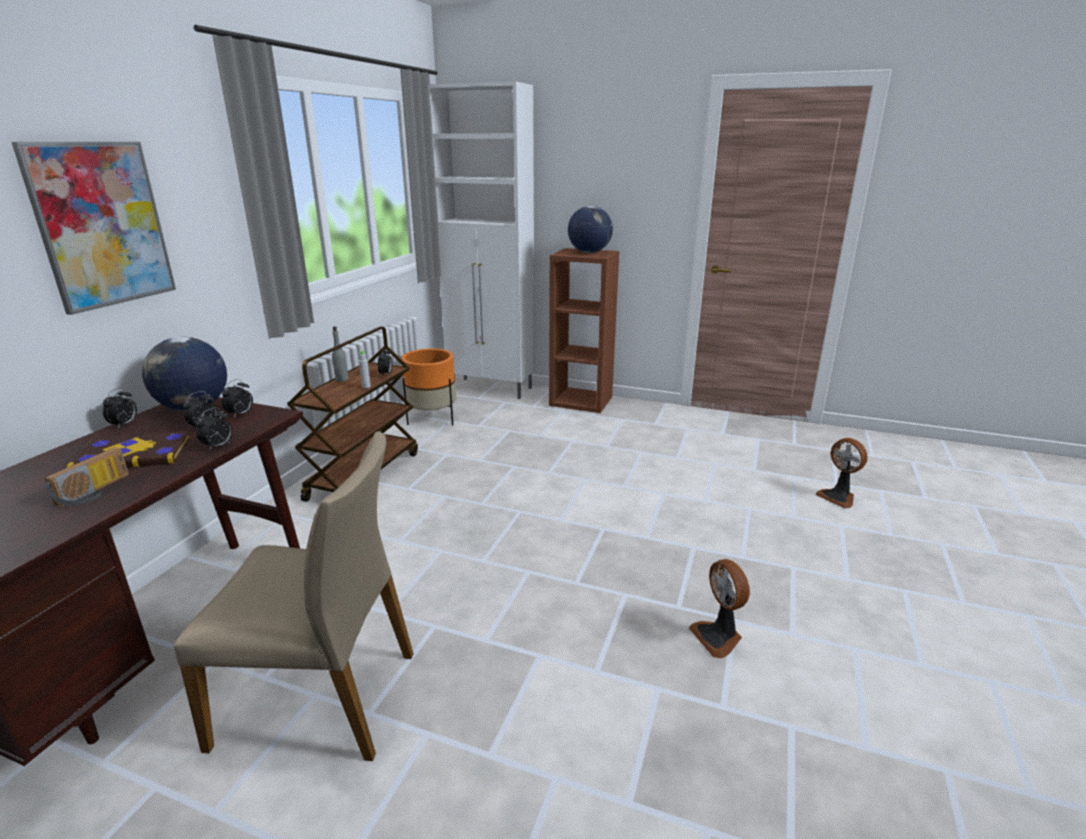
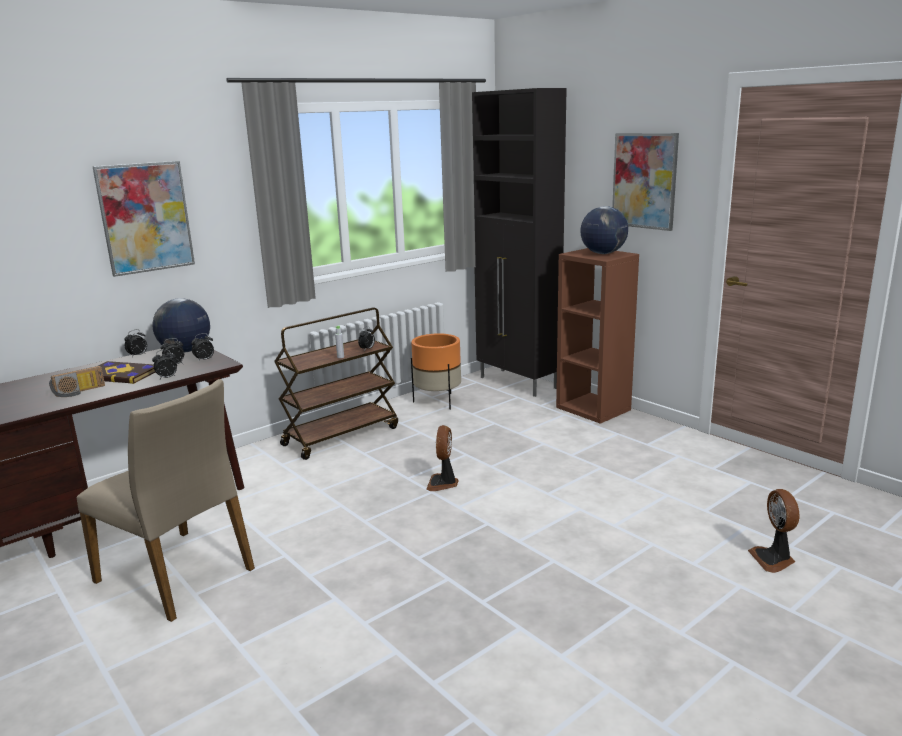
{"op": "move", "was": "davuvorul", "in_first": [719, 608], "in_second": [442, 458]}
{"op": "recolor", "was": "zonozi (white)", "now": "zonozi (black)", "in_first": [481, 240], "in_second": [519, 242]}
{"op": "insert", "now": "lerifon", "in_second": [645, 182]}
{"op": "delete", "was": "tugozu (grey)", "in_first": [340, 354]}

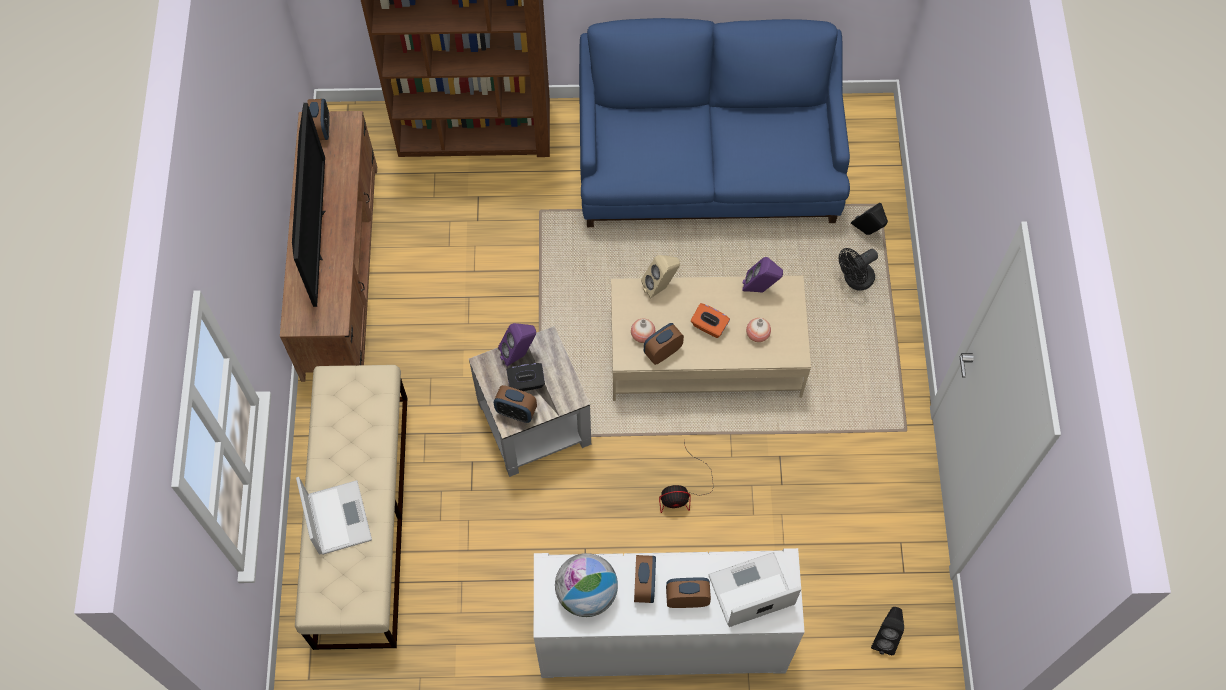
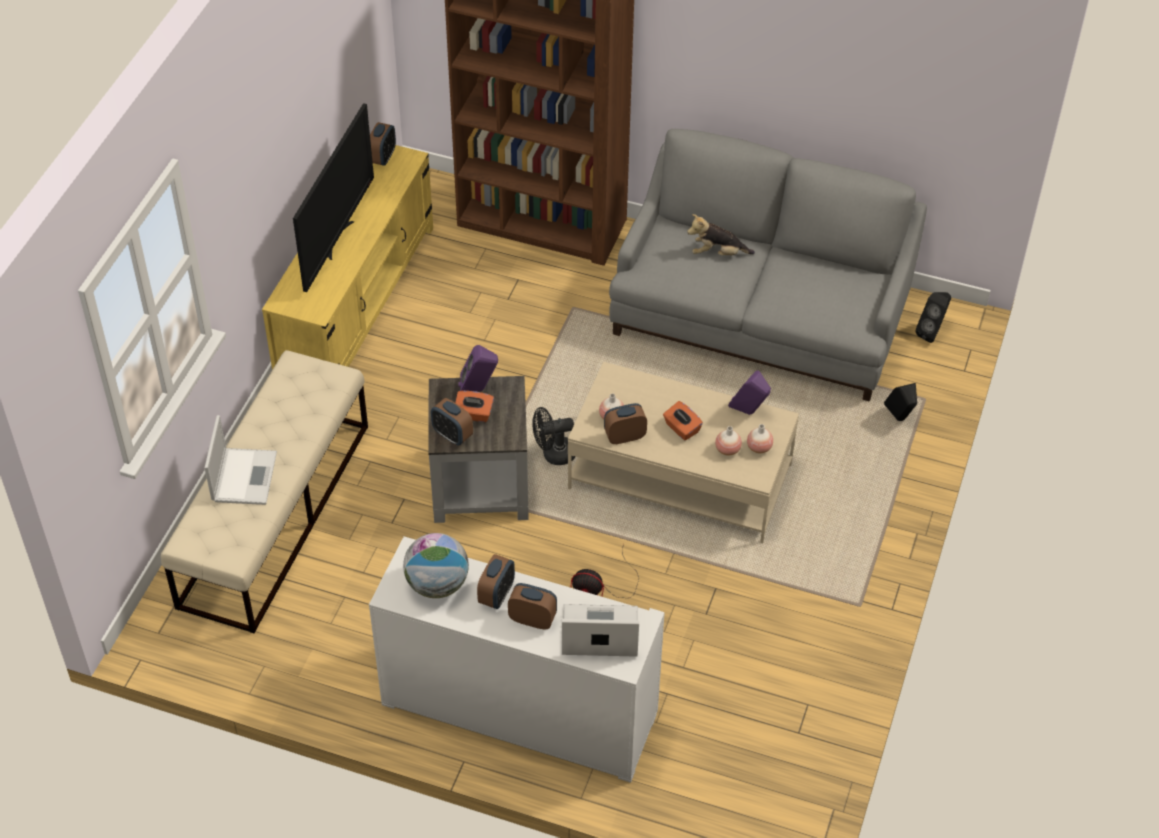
{"op": "recolor", "was": "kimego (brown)", "now": "kimego (yellow)", "in_first": [328, 246], "in_second": [347, 257]}
{"op": "recolor", "was": "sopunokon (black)", "now": "sopunokon (orange)", "in_first": [525, 377], "in_second": [474, 406]}
{"op": "move", "was": "davuvorul (black)", "in_first": [858, 269], "in_second": [553, 436]}
{"op": "recolor", "was": "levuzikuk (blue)", "now": "levuzikuk (grey)", "in_first": [714, 122], "in_second": [768, 265]}
{"op": "insert", "now": "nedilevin", "in_second": [721, 235]}
{"op": "insert", "now": "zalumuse", "in_second": [760, 438]}
{"op": "move", "was": "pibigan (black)", "in_first": [887, 631], "in_second": [933, 317]}
{"op": "delete", "was": "pibigan (beige)", "in_first": [660, 277]}

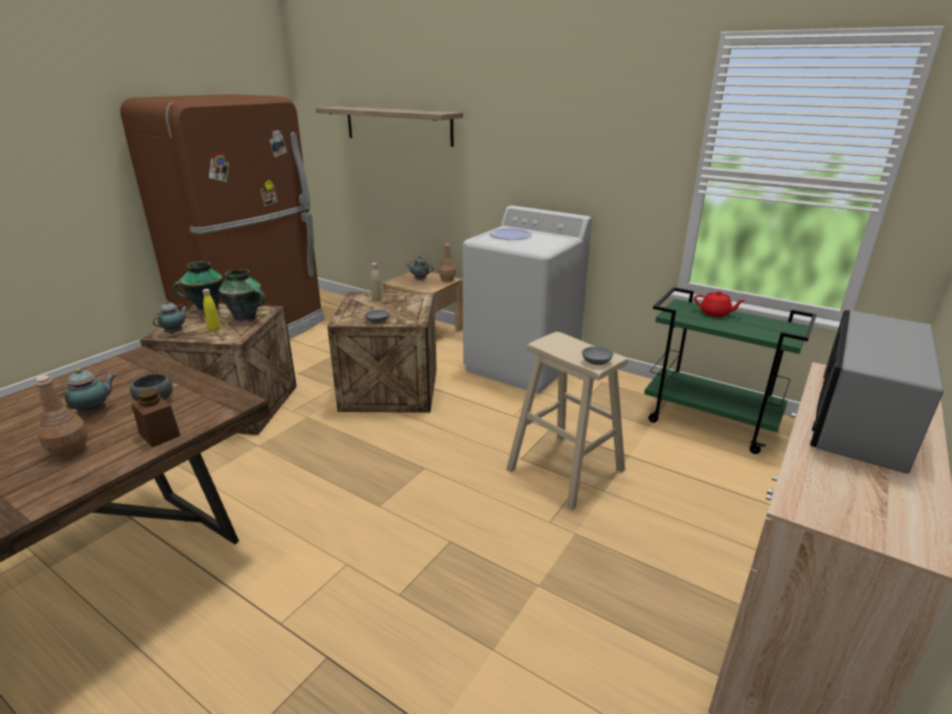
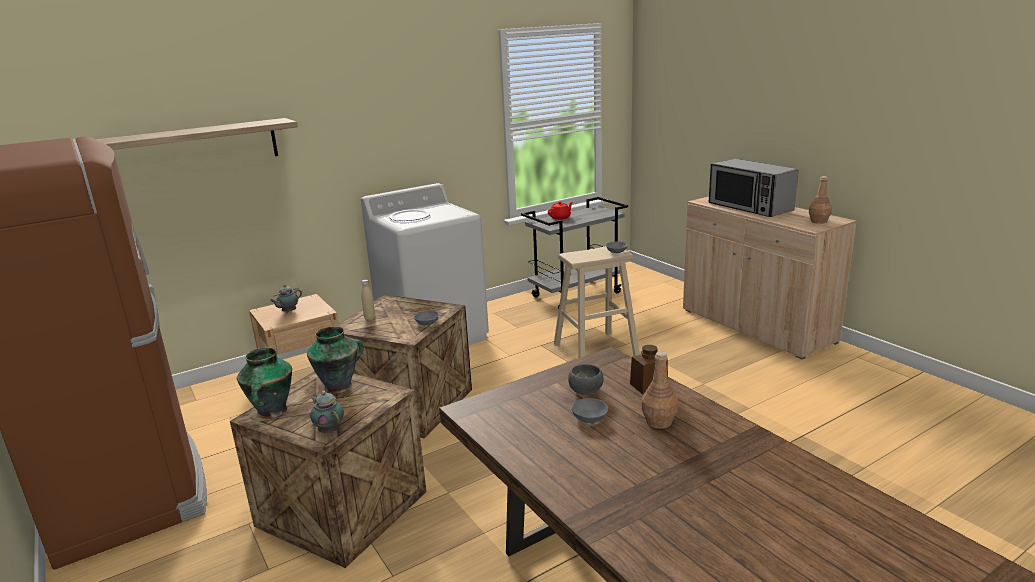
{"op": "recolor", "was": "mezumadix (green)", "now": "mezumadix (grey)", "in_first": [730, 370], "in_second": [574, 253]}
{"op": "replace", "was": "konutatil", "now": "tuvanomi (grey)", "in_first": [86, 392], "in_second": [589, 410]}
{"op": "move", "was": "tugozu (brown)", "in_first": [447, 262], "in_second": [820, 200]}
{"op": "delete", "was": "tugozu (yellow)", "in_first": [211, 310]}

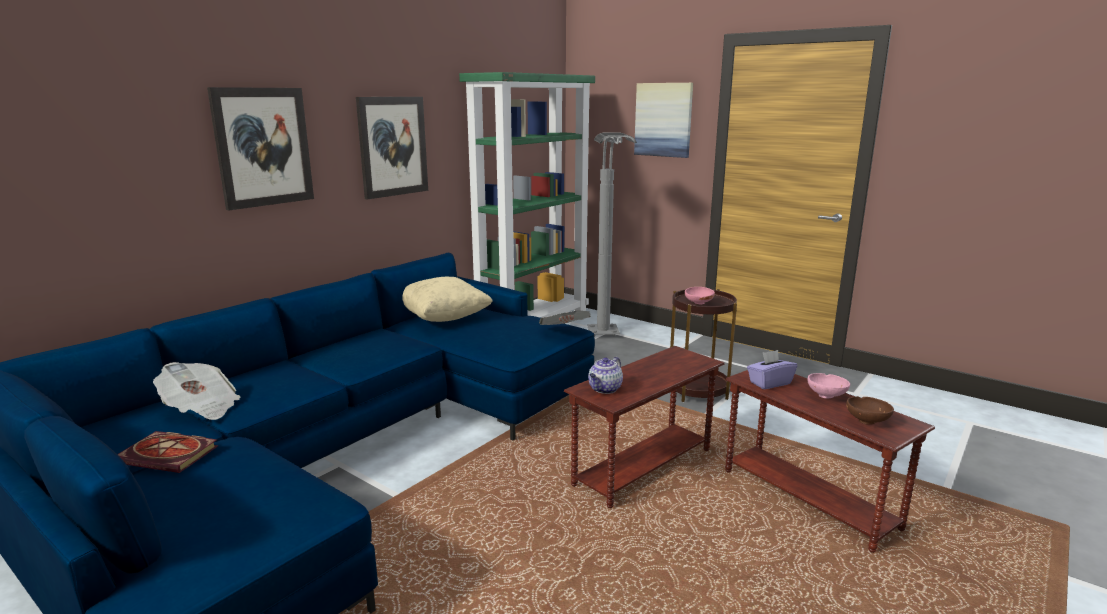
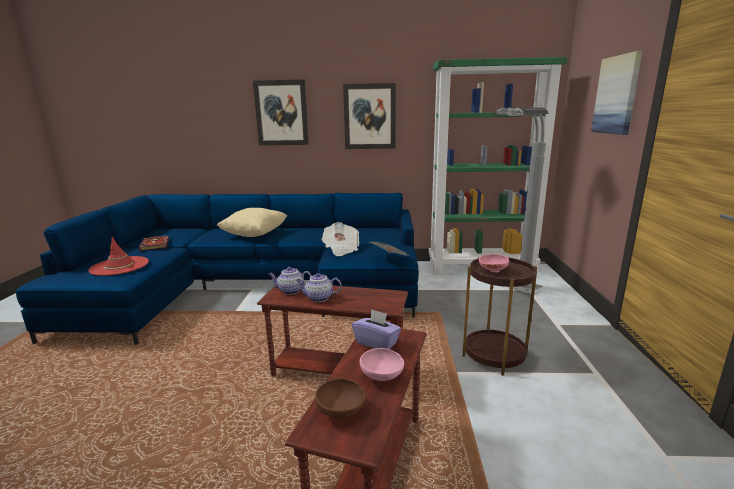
{"op": "insert", "now": "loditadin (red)", "in_second": [118, 256]}
{"op": "move", "was": "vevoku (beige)", "in_first": [447, 299], "in_second": [252, 222]}
{"op": "insert", "now": "konutatil", "in_second": [319, 287]}
{"op": "move", "was": "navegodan", "in_first": [196, 391], "in_second": [340, 239]}

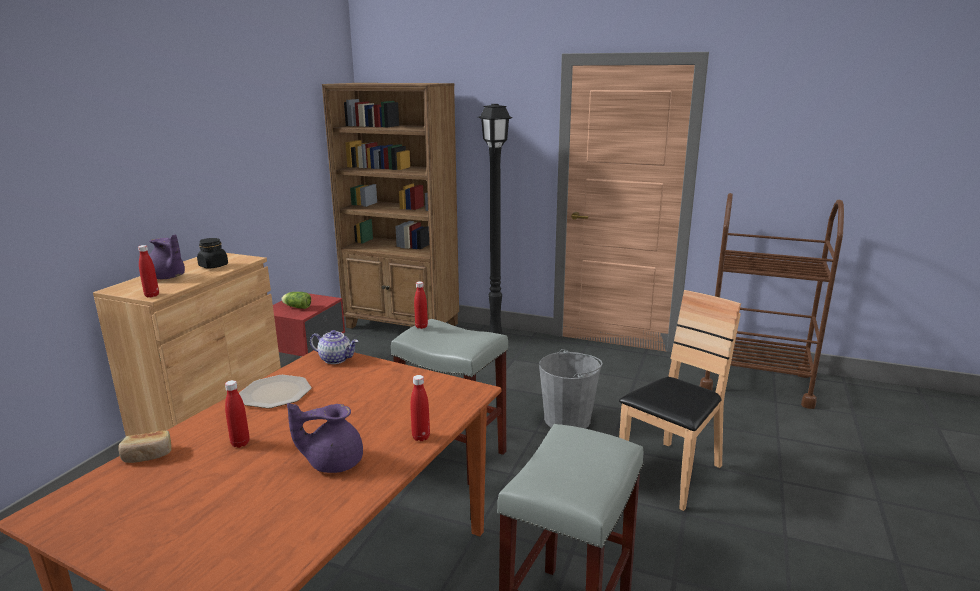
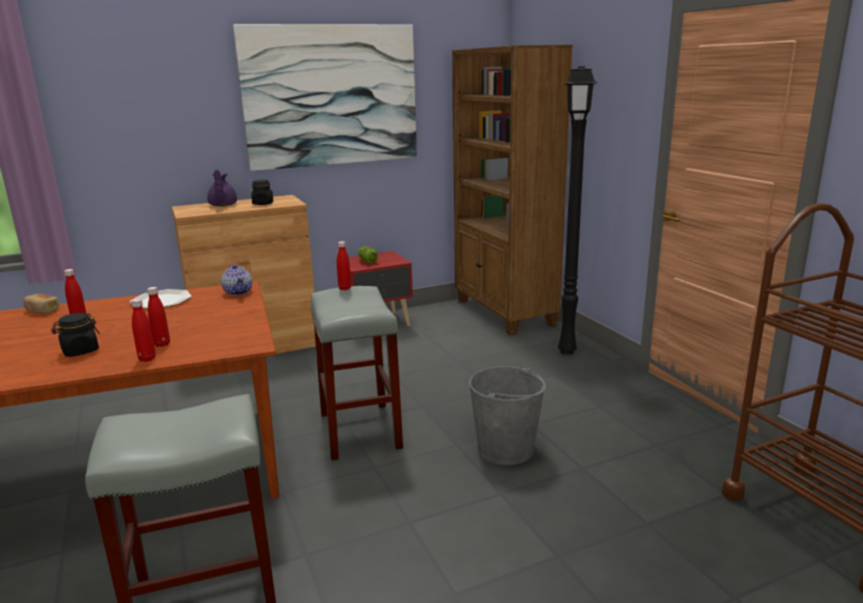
{"op": "replace", "was": "konutatil (purple)", "now": "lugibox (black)", "in_first": [325, 438], "in_second": [75, 335]}
{"op": "move", "was": "tugozu (red)", "in_first": [148, 271], "in_second": [158, 317]}
{"op": "insert", "now": "lerifon", "in_second": [325, 97]}
{"op": "delete", "was": "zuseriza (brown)", "in_first": [680, 400]}

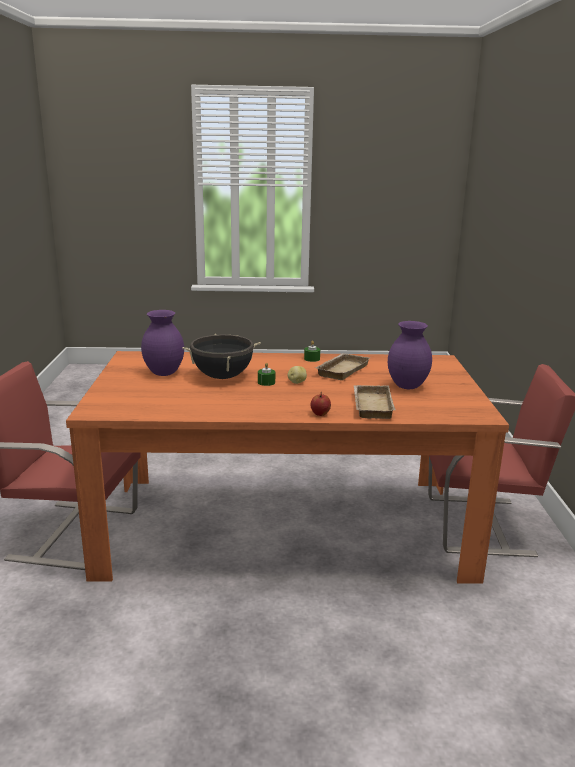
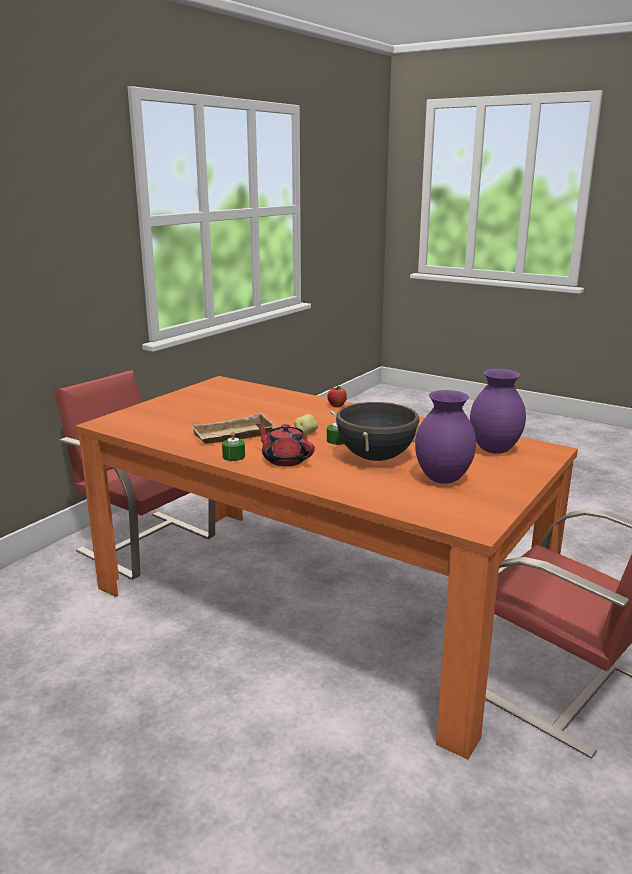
{"op": "insert", "now": "konutatil (red)", "in_second": [285, 445]}
{"op": "move", "was": "zalumuse (purple)", "in_first": [410, 355], "in_second": [498, 411]}
{"op": "delete", "was": "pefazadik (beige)", "in_first": [375, 402]}

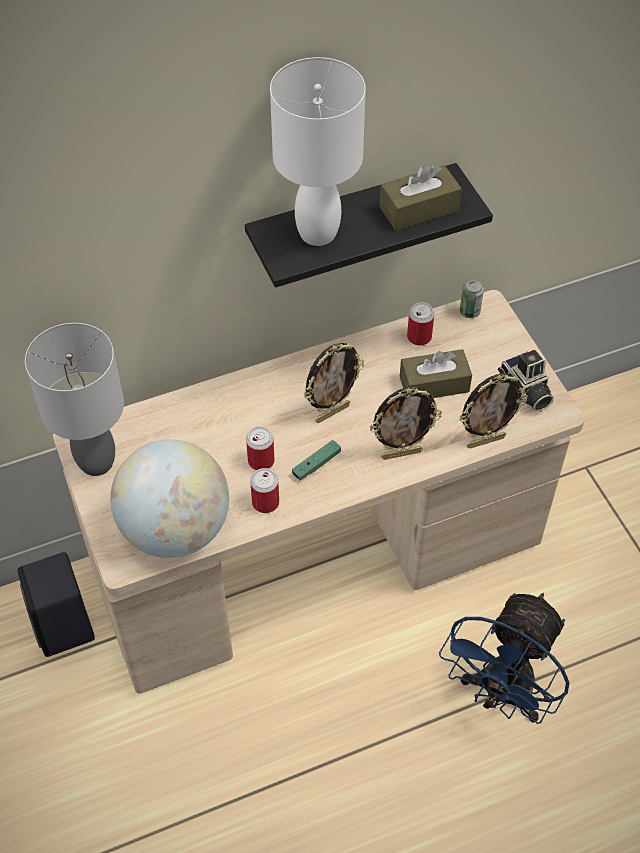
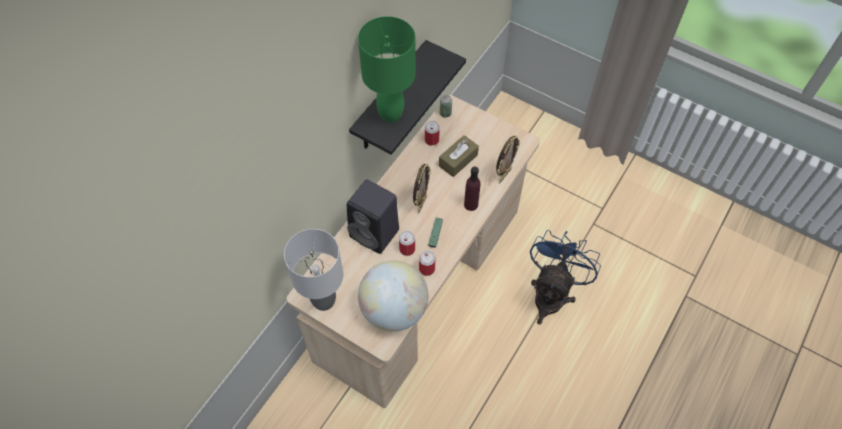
{"op": "move", "was": "pibigan (black)", "in_first": [56, 604], "in_second": [373, 217]}
{"op": "recolor", "was": "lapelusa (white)", "now": "lapelusa (green)", "in_first": [318, 151], "in_second": [387, 69]}
{"op": "replace", "was": "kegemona", "now": "tugozu (purple)", "in_first": [406, 423], "in_second": [472, 188]}
{"op": "rotate", "was": "davuvorul (blue)", "in_first": [504, 658], "in_second": [565, 277], "clockwise": -150}
{"op": "delete", "was": "sopunokon (brown)", "in_first": [421, 197]}
{"op": "delete", "was": "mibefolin", "in_first": [526, 381]}

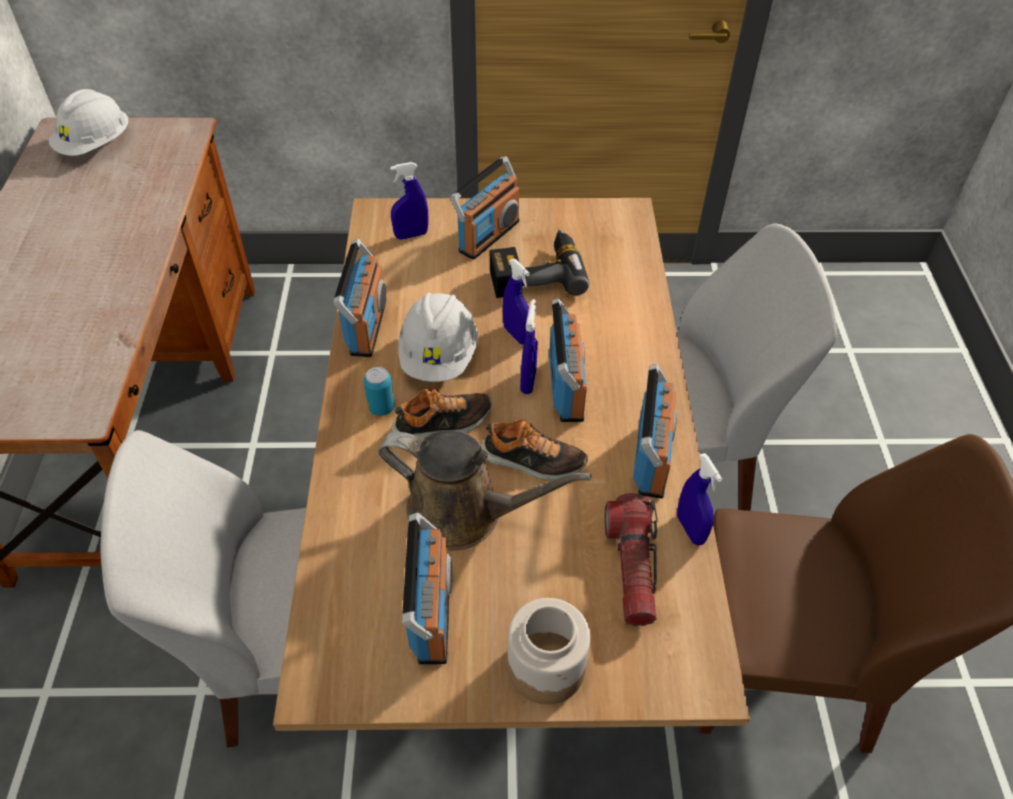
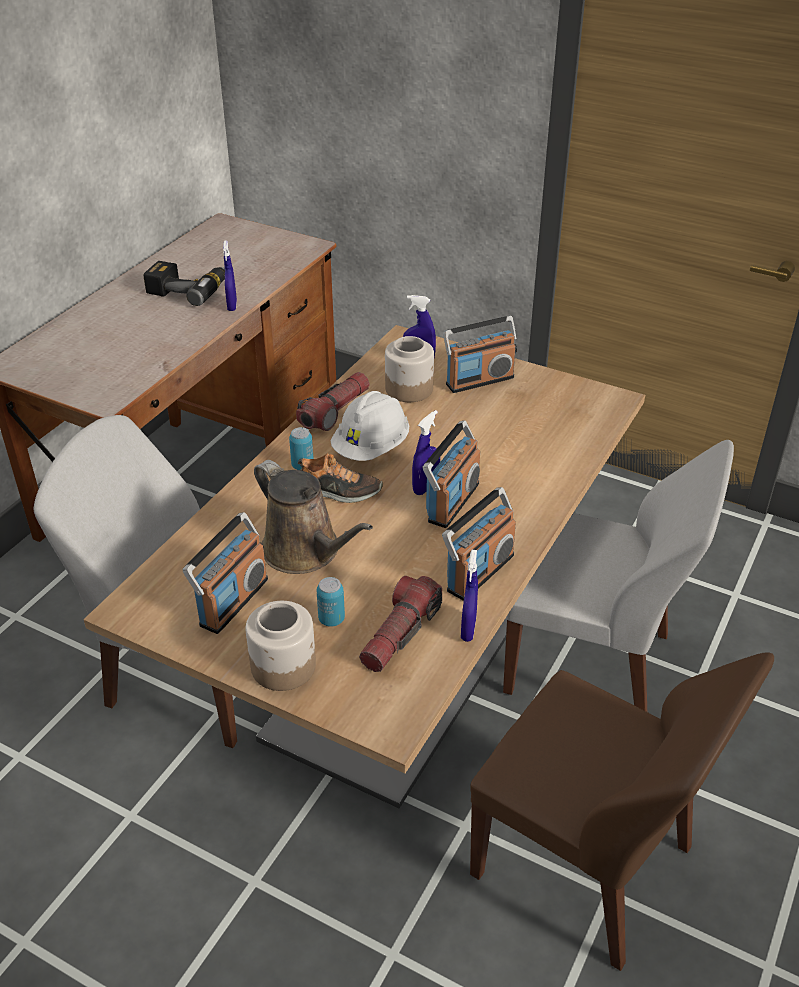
{"op": "move", "was": "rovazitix", "in_first": [539, 263], "in_second": [184, 283]}
{"op": "move", "was": "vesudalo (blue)", "in_first": [516, 301], "in_second": [230, 275]}
{"op": "replace", "was": "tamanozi", "now": "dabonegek", "in_first": [359, 298], "in_second": [333, 401]}
{"op": "insert", "now": "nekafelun", "in_second": [331, 602]}
{"op": "insert", "now": "lugibox", "in_second": [409, 369]}
{"op": "delete", "was": "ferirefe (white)", "in_first": [88, 122]}
{"op": "delete", "was": "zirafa", "in_first": [534, 449]}

